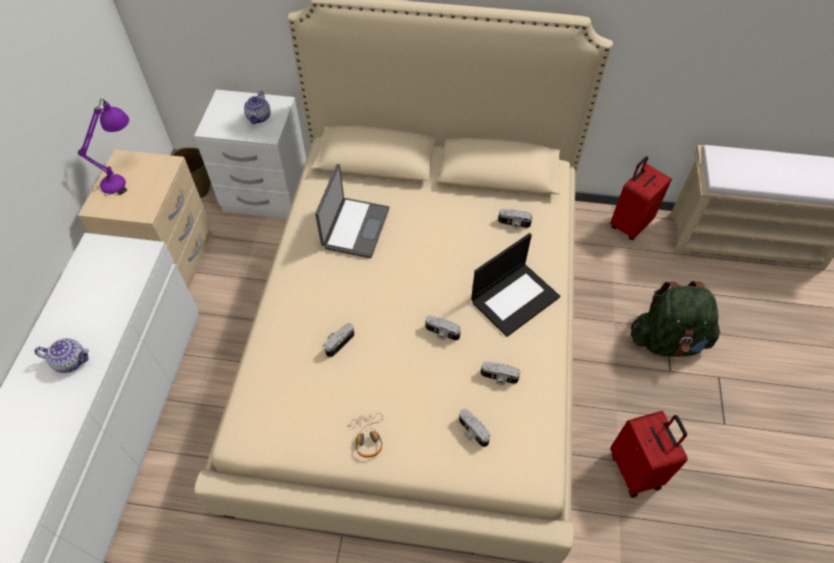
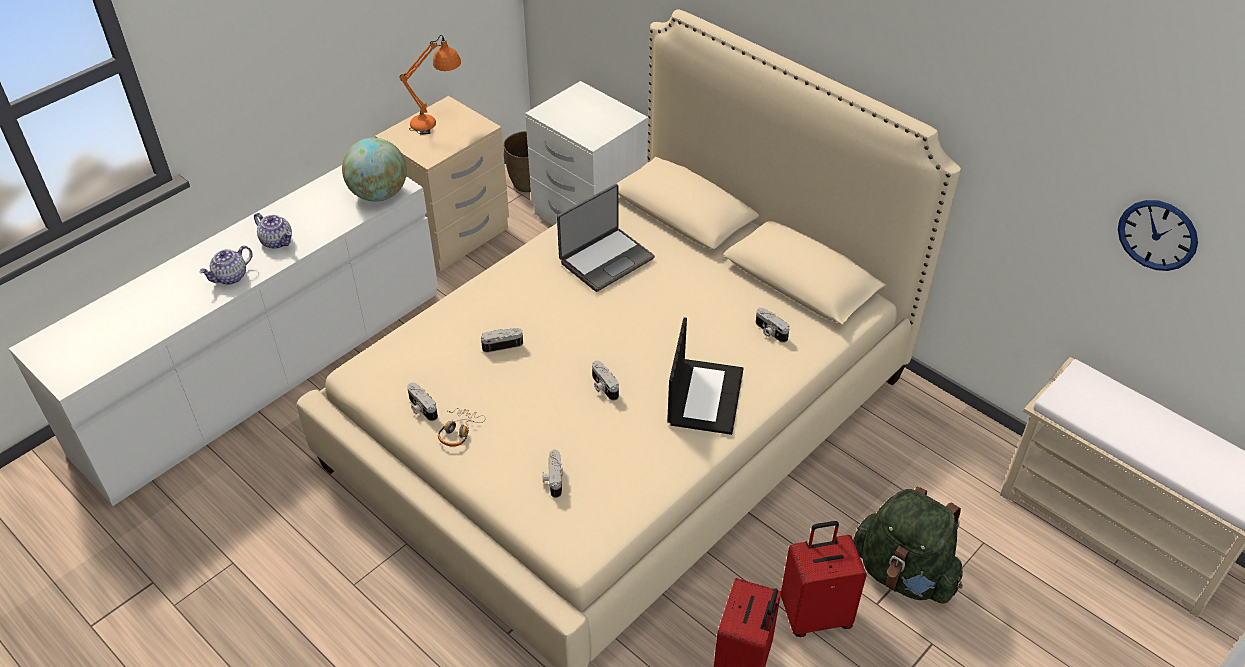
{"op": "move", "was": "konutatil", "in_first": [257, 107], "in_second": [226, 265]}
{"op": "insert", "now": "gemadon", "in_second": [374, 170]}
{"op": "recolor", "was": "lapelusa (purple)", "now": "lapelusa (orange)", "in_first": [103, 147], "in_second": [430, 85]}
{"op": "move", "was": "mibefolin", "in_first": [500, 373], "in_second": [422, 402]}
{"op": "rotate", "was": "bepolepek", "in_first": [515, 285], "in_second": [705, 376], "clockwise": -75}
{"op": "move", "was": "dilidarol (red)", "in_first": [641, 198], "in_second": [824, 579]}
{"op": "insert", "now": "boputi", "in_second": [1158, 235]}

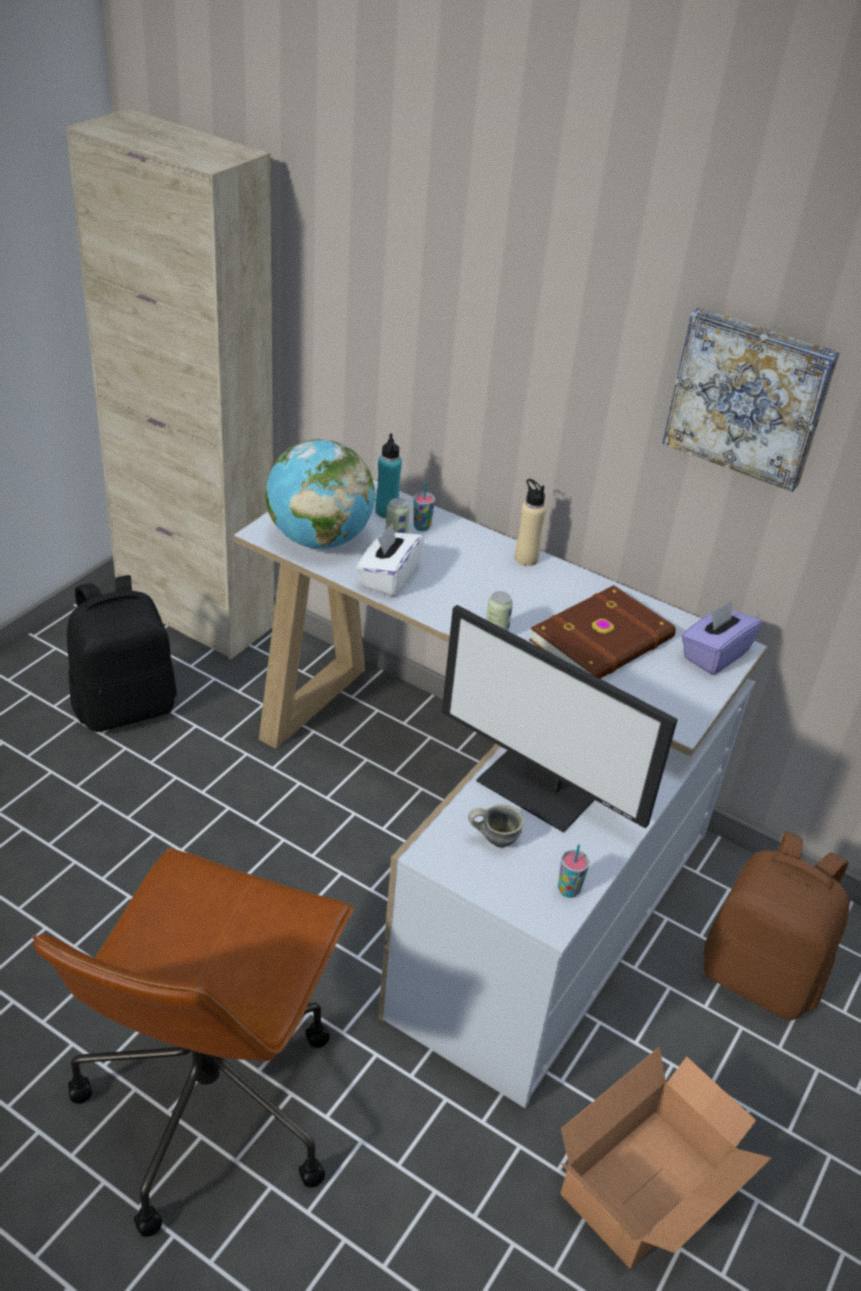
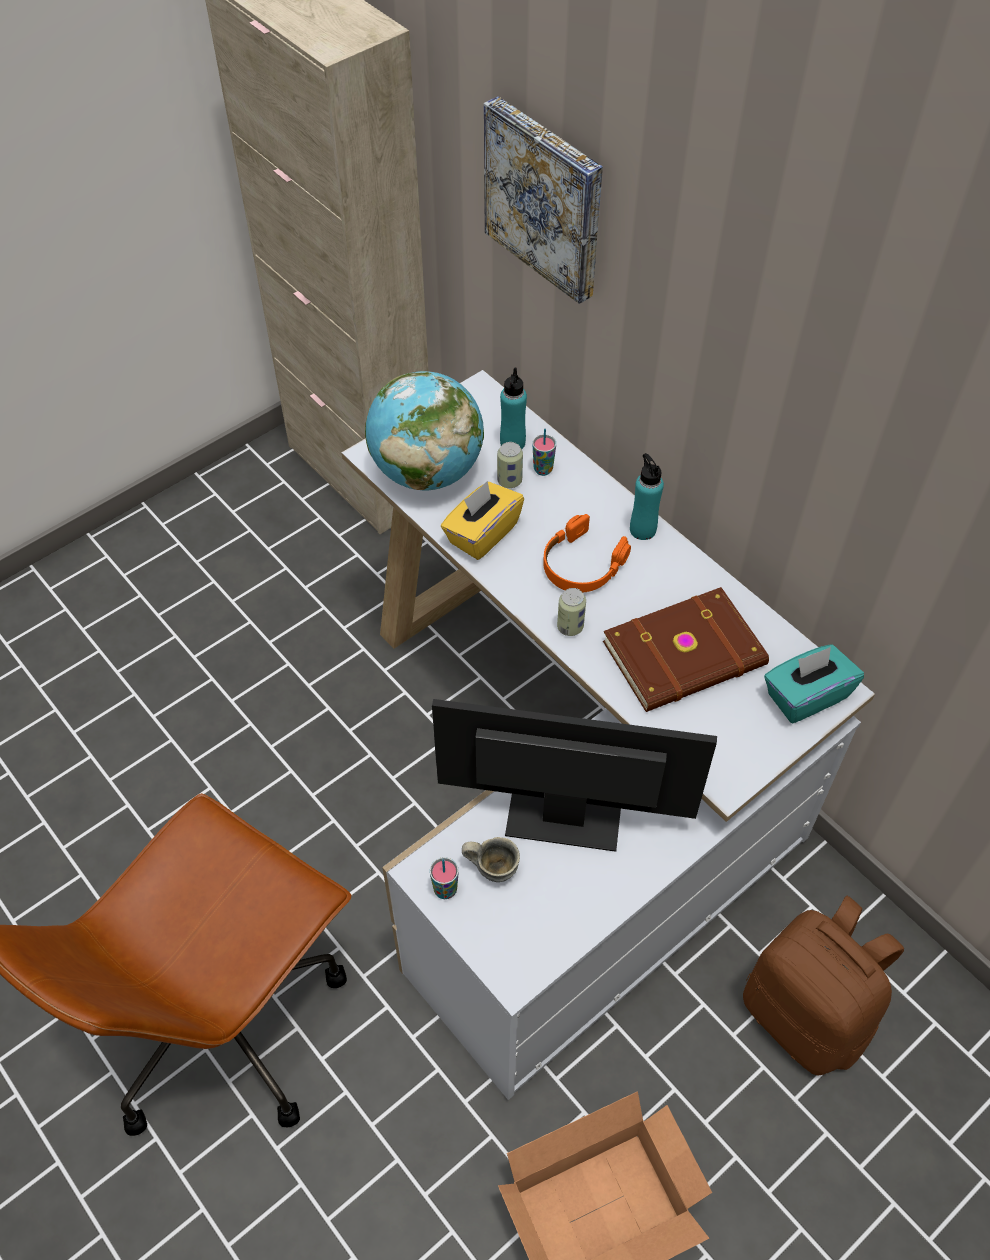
{"op": "move", "was": "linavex", "in_first": [574, 871], "in_second": [444, 878]}
{"op": "rotate", "was": "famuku", "in_first": [560, 719], "in_second": [574, 775], "clockwise": 135}
{"op": "recolor", "was": "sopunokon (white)", "now": "sopunokon (yellow)", "in_first": [390, 560], "in_second": [482, 520]}
{"op": "move", "was": "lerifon", "in_first": [751, 399], "in_second": [543, 200]}
{"op": "insert", "now": "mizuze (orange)", "in_second": [587, 553]}
{"op": "recolor", "was": "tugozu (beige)", "now": "tugozu (turquoise)", "in_first": [530, 522], "in_second": [647, 496]}
{"op": "recolor", "was": "sopunokon (purple)", "now": "sopunokon (turquoise)", "in_first": [722, 637], "in_second": [814, 683]}
{"op": "delete", "was": "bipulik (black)", "in_first": [122, 653]}

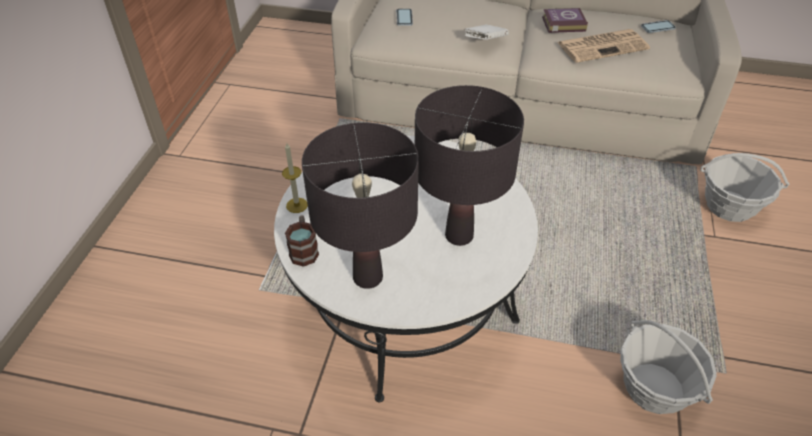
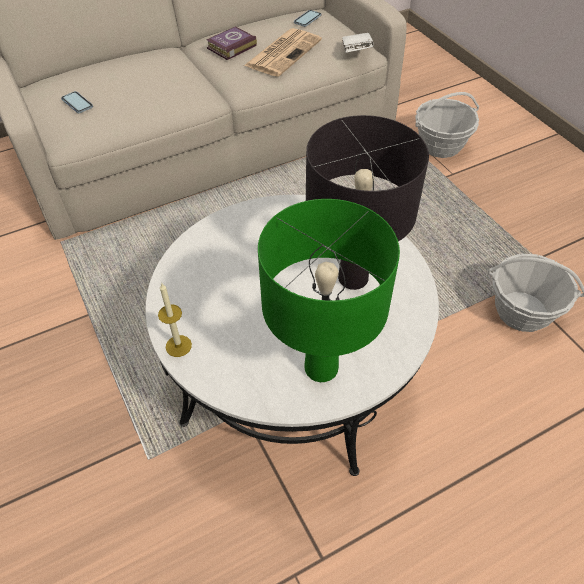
{"op": "recolor", "was": "lapelusa (black)", "now": "lapelusa (green)", "in_first": [360, 205], "in_second": [329, 290]}
{"op": "move", "was": "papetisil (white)", "in_first": [486, 32], "in_second": [358, 43]}
{"op": "delete", "was": "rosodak", "in_first": [302, 241]}

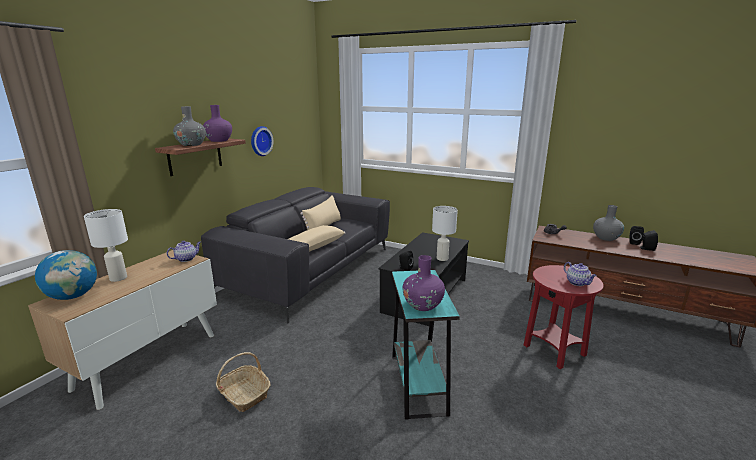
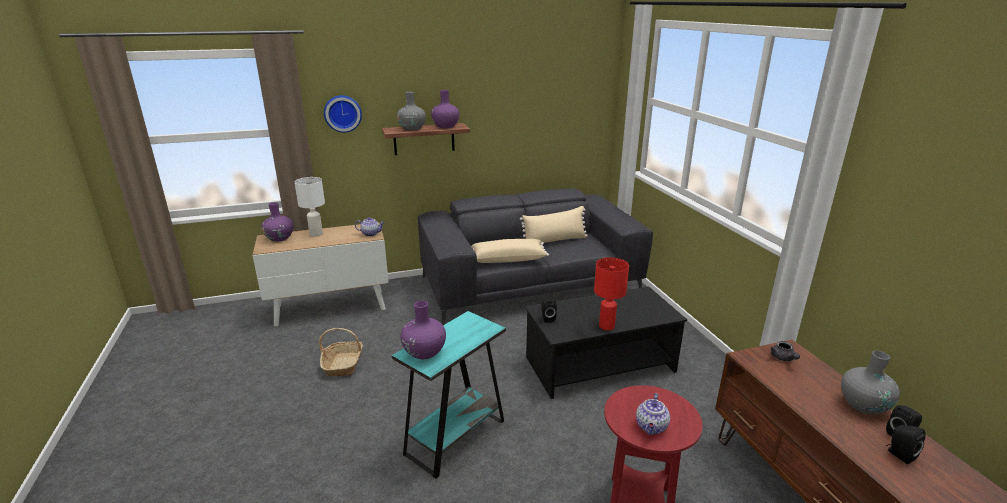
{"op": "replace", "was": "gemadon", "now": "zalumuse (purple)", "in_first": [66, 275], "in_second": [277, 222]}
{"op": "move", "was": "boputi", "in_first": [262, 141], "in_second": [343, 114]}
{"op": "recolor", "was": "lapelusa (white)", "now": "lapelusa (red)", "in_first": [445, 233], "in_second": [611, 293]}

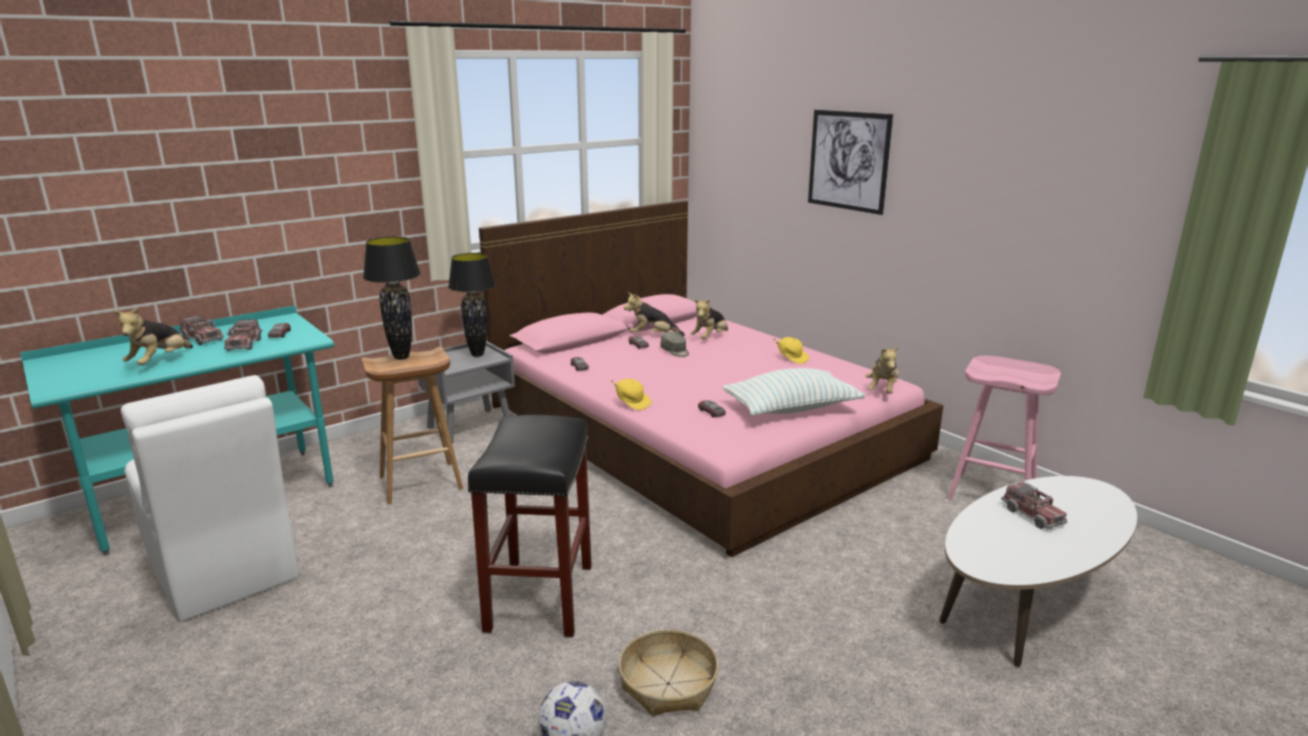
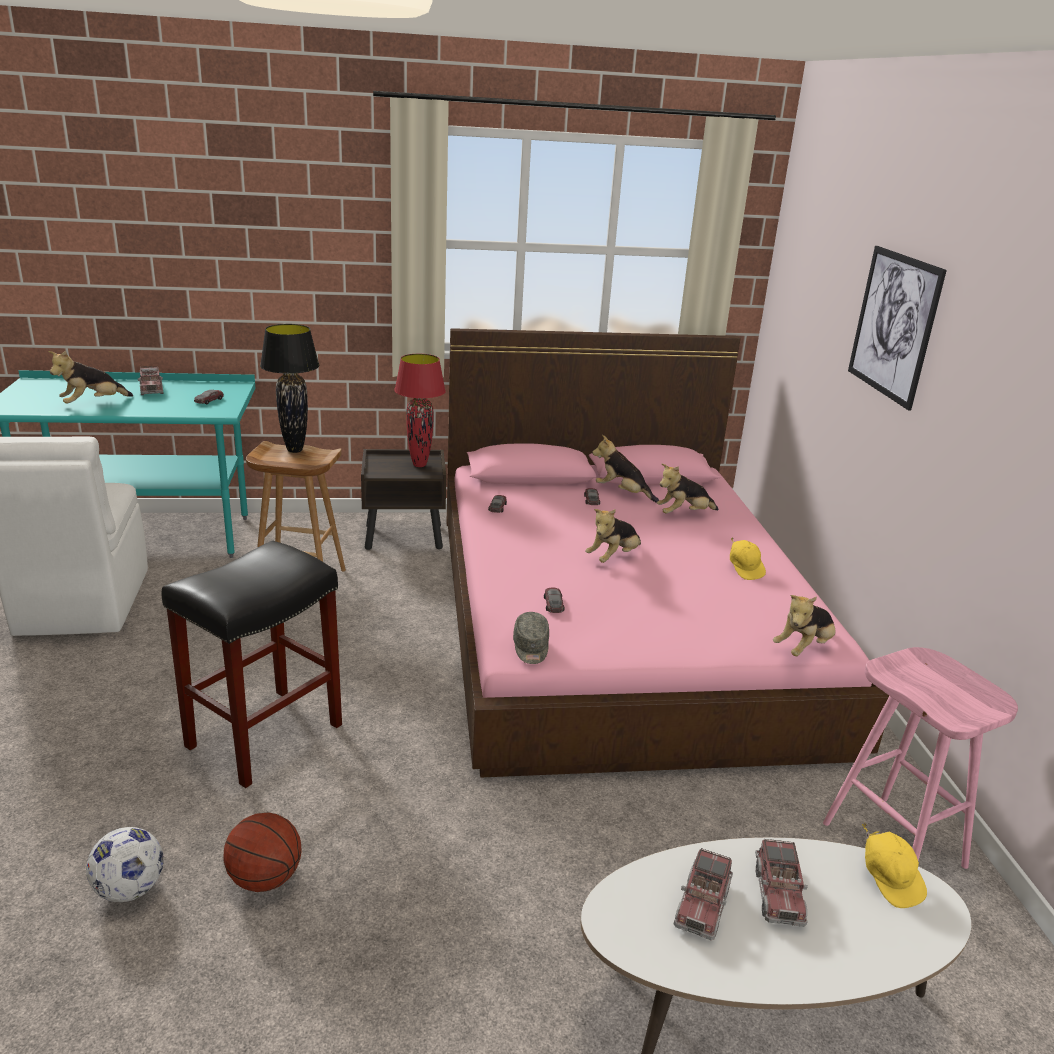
{"op": "replace", "was": "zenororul", "now": "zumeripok", "in_first": [669, 672], "in_second": [262, 852]}
{"op": "recolor", "was": "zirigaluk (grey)", "now": "zirigaluk (brown)", "in_first": [466, 392], "in_second": [403, 499]}
{"op": "recolor", "was": "lapelusa (black)", "now": "lapelusa (red)", "in_first": [472, 305], "in_second": [420, 410]}
{"op": "move", "was": "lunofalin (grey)", "in_first": [674, 344], "in_second": [531, 638]}
{"op": "insert", "now": "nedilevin", "in_second": [613, 536]}
{"op": "move", "was": "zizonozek", "in_first": [243, 335], "in_second": [703, 894]}
{"op": "move", "was": "lunofalin (yellow)", "in_first": [631, 394], "in_second": [894, 865]}
{"op": "delete", "was": "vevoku", "in_first": [793, 392]}

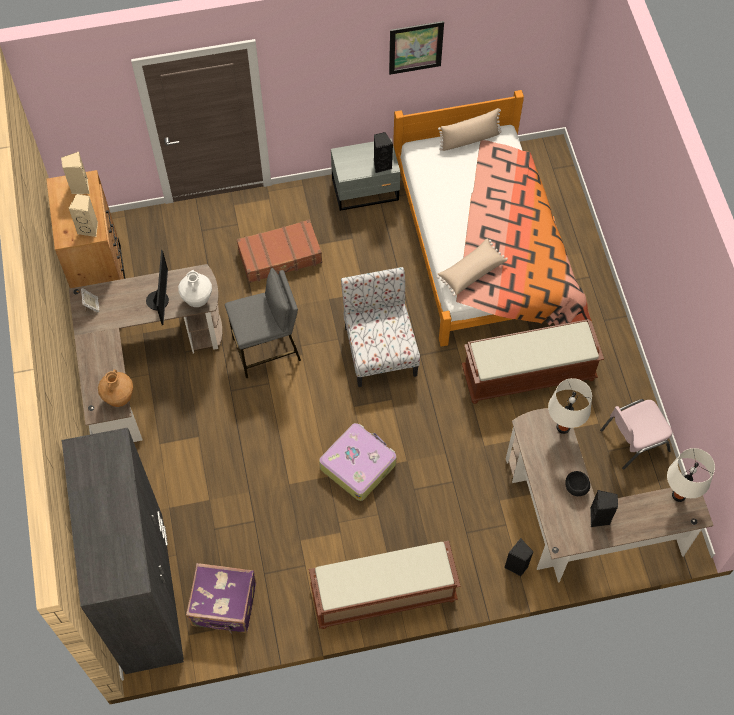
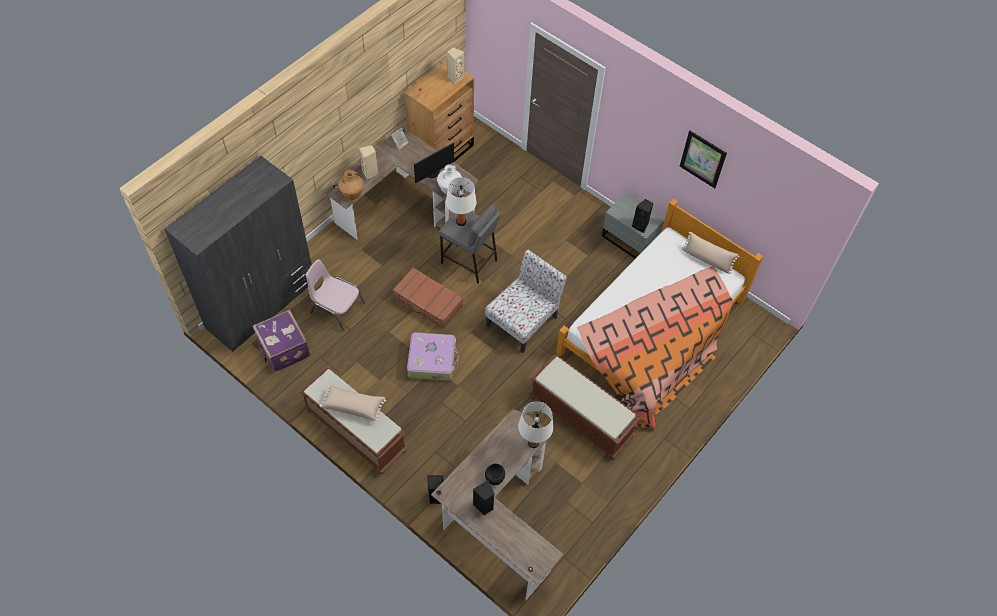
{"op": "move", "was": "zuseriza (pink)", "in_first": [636, 434], "in_second": [335, 295]}
{"op": "move", "was": "vevoku (beige)", "in_first": [472, 267], "in_second": [353, 403]}
{"op": "move", "was": "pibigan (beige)", "in_first": [83, 215], "in_second": [368, 162]}
{"op": "move", "was": "dilidarol (brown)", "in_first": [279, 251], "in_second": [428, 298]}
{"op": "move", "was": "lapelusa (white)", "in_first": [691, 475], "in_second": [461, 201]}

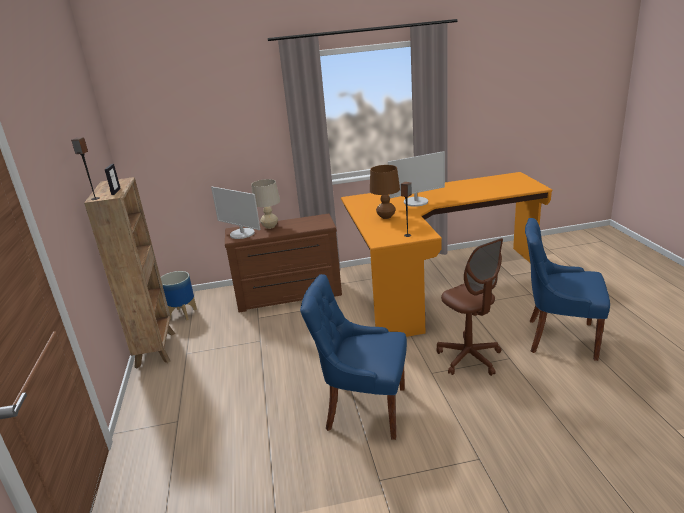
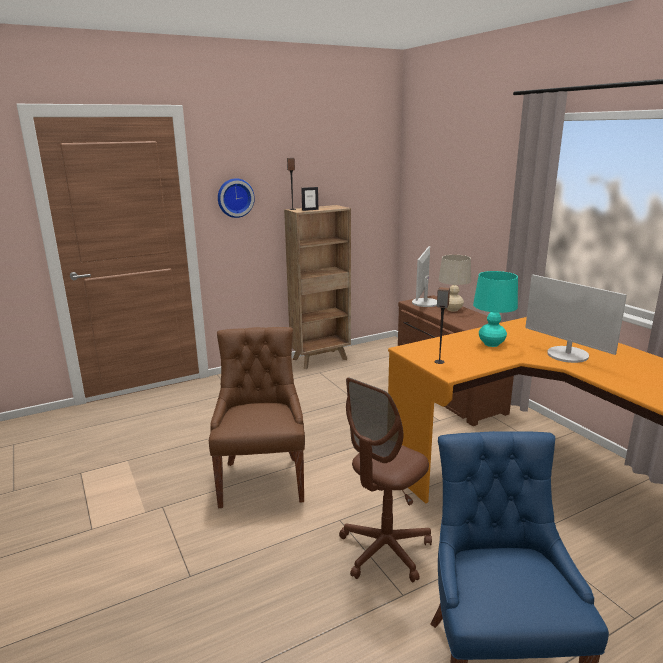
{"op": "recolor", "was": "zuseriza (blue)", "now": "zuseriza (brown)", "in_first": [353, 357], "in_second": [257, 417]}
{"op": "insert", "now": "boputi", "in_second": [236, 198]}
{"op": "recolor", "was": "lapelusa (brown)", "now": "lapelusa (turquoise)", "in_first": [385, 192], "in_second": [495, 309]}
{"op": "delete", "was": "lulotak", "in_first": [179, 295]}

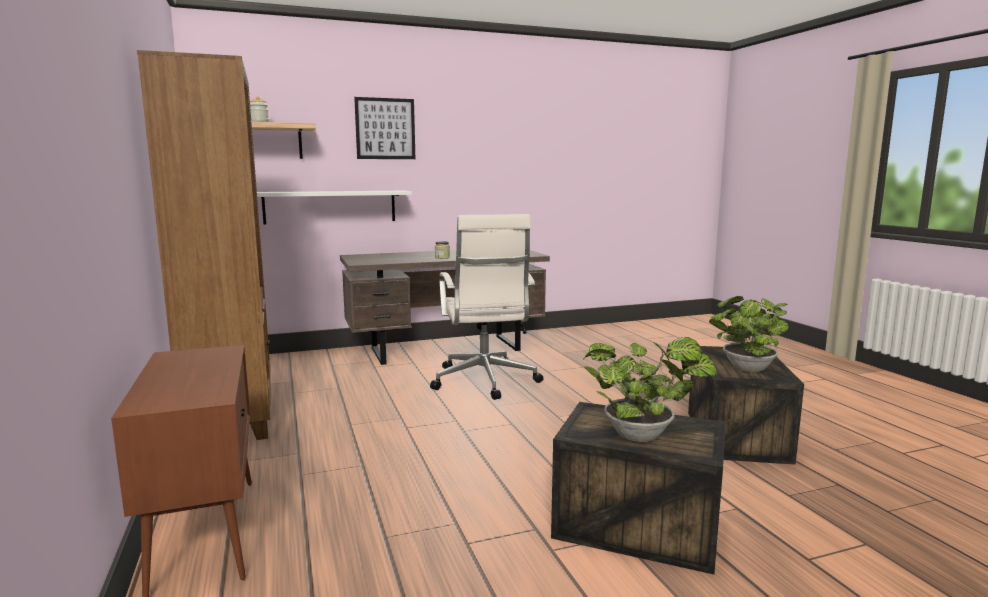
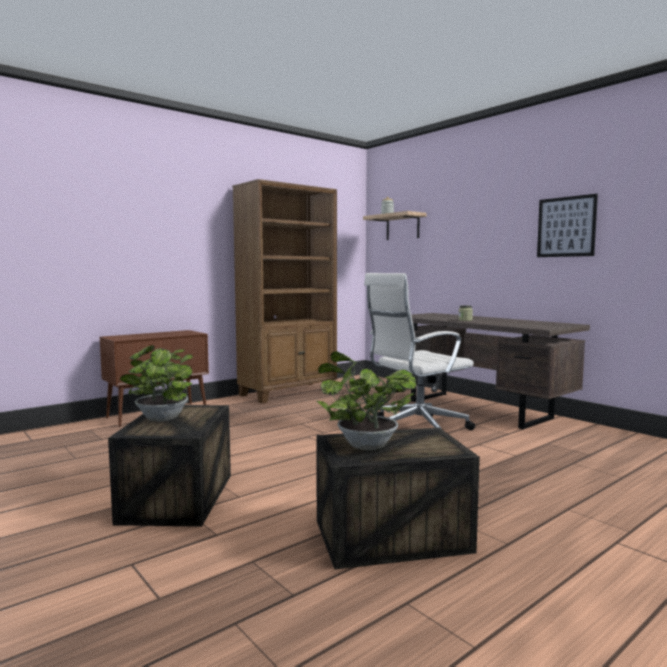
{"op": "move", "was": "lerifon", "in_first": [384, 128], "in_second": [567, 225]}
{"op": "delete", "was": "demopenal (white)", "in_first": [334, 207]}

